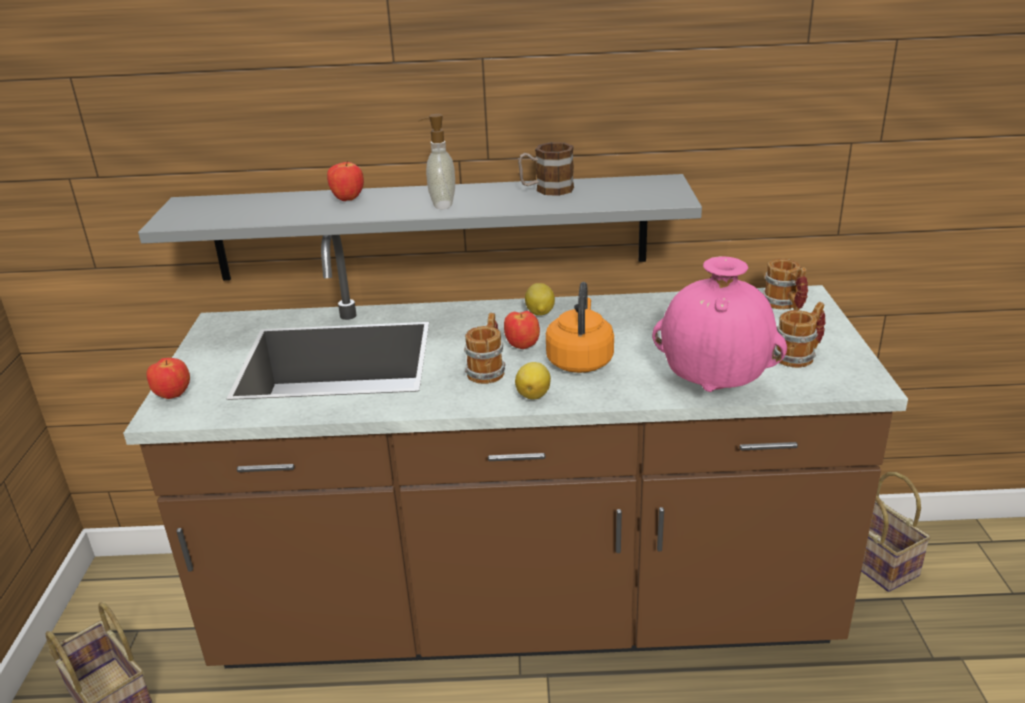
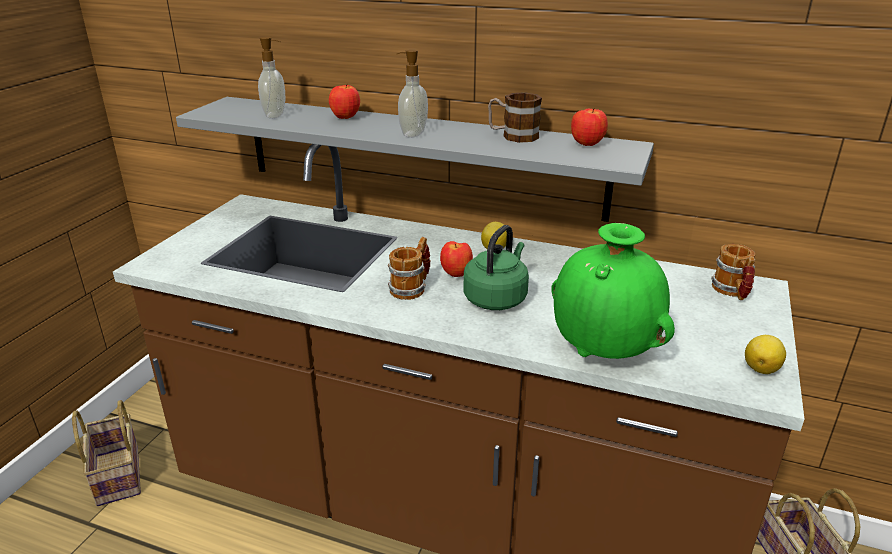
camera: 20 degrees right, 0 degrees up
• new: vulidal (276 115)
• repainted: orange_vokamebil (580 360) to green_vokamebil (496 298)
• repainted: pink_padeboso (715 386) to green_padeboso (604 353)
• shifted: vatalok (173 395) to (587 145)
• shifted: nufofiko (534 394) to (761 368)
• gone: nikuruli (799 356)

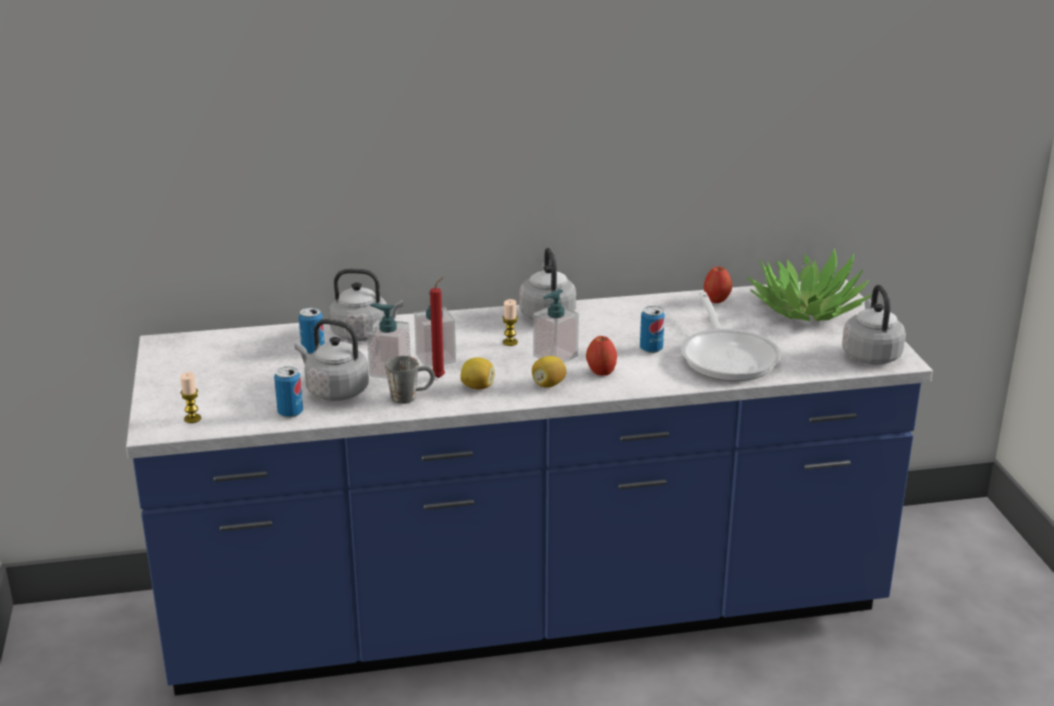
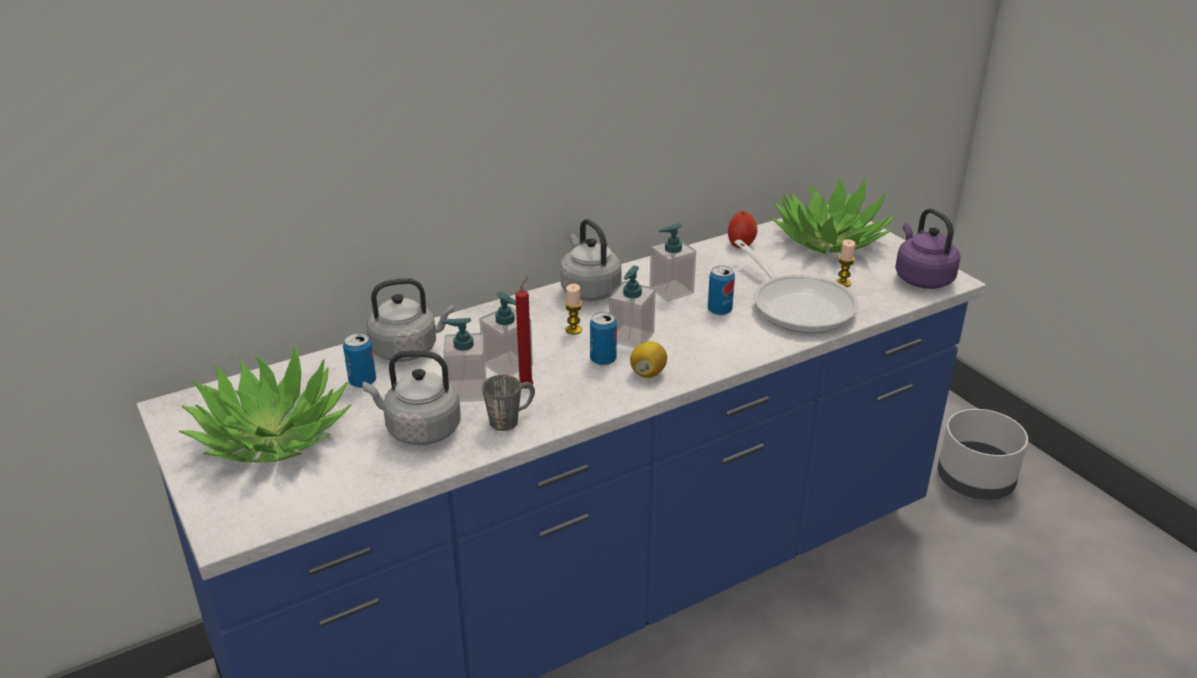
camera: 20 degrees left, 5 degrees up
• new: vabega (272 436)
• shifted: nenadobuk (290 413) to (603 359)
• new: vulidal (671 291)
• shifted: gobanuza (192 419) to (843 283)
• repainted: grey_vokamebil (870 354) to purple_vokamebil (921 278)
• new: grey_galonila (975 481)
• gone: nufofiko (477 387)
• gone: vatalok (601 372)

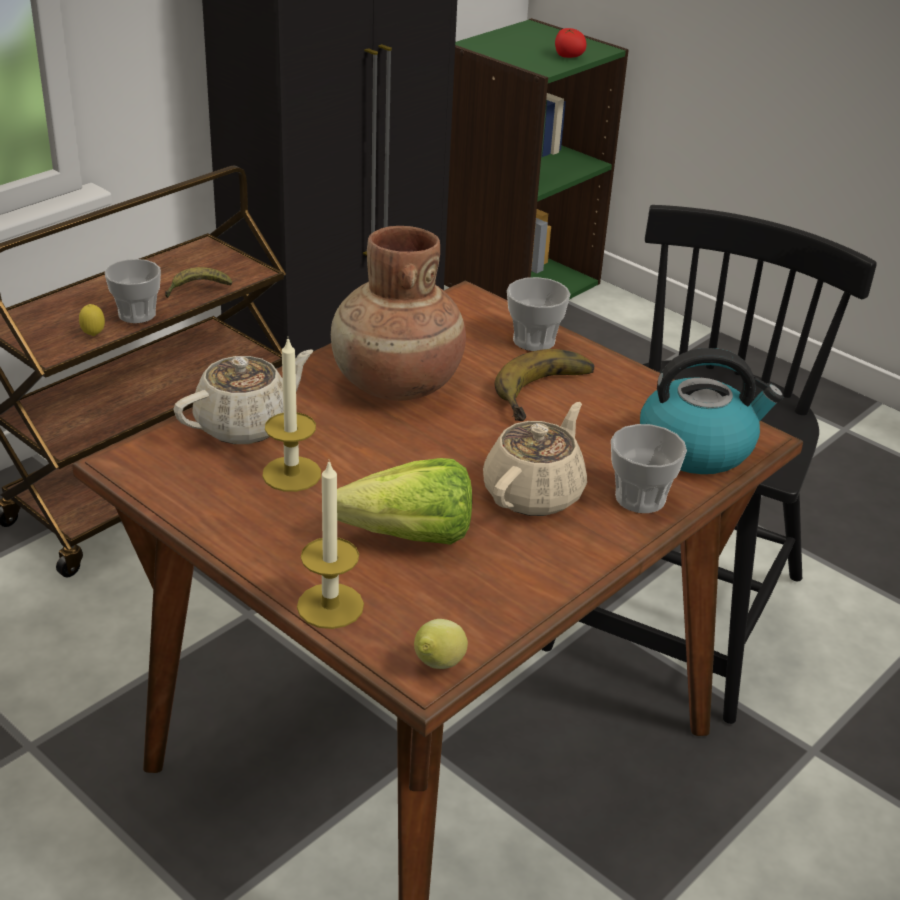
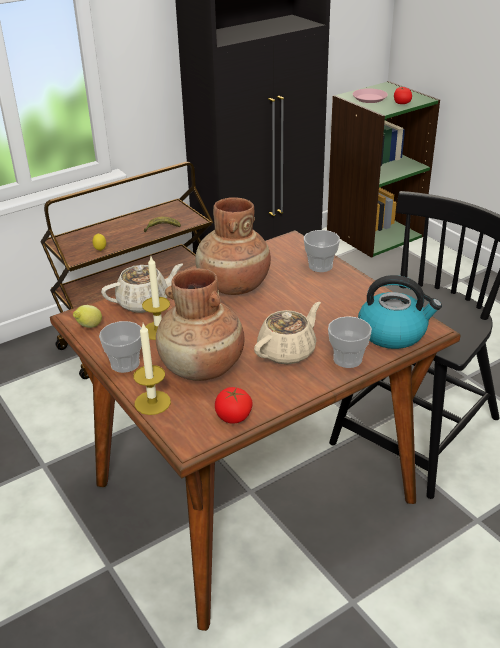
camera: 15 degrees right, 0 degrees up
• shifted: nufofiko (437 666) to (89 327)
• shifted: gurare (137 314) to (125 363)
• swapped: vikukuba (397 536) to brown_padeboso (202 368)
• new: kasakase (233 417)
• new: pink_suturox (369 98)
• gone: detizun (550 394)

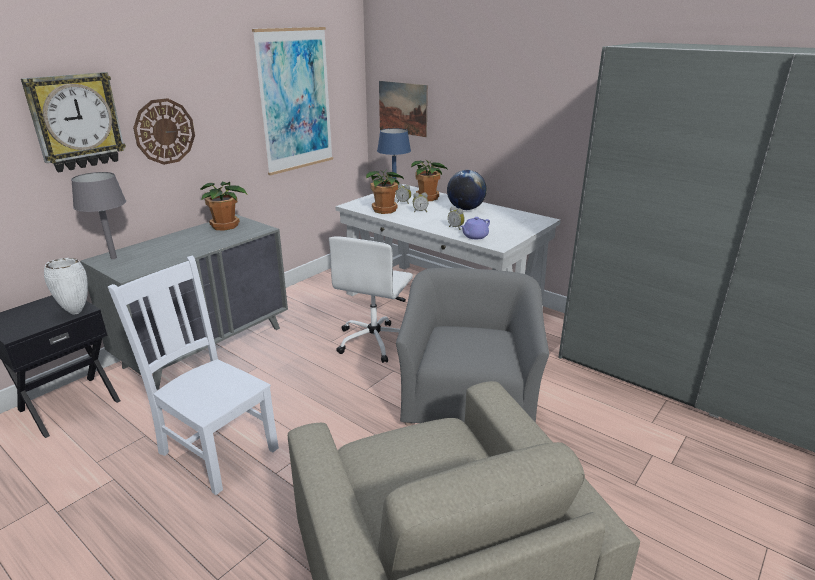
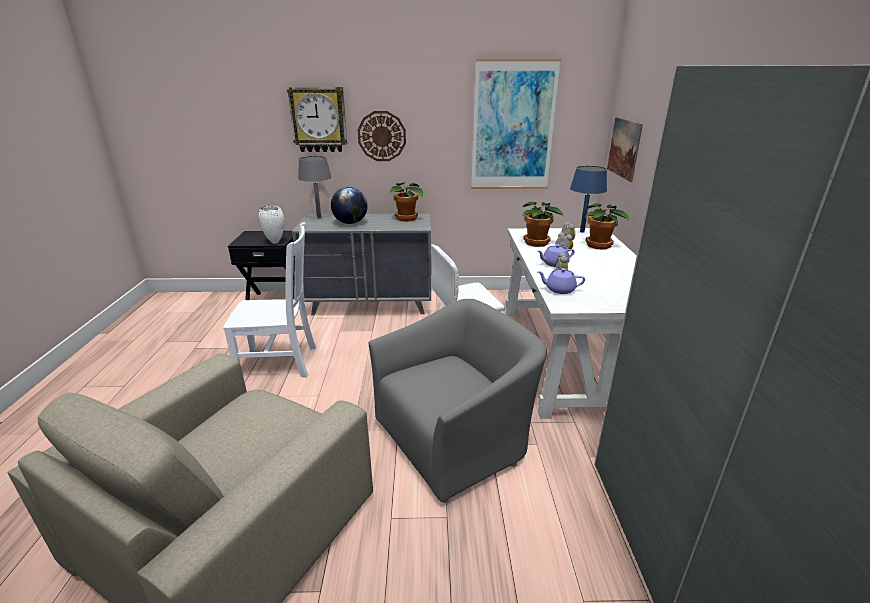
camera: 50 degrees right, 0 degrees up
• rotated: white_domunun (216 449) = (281 362) 90 degrees clockwise
• shifted: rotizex (465 209) to (350 223)
• new: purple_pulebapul (554 264)

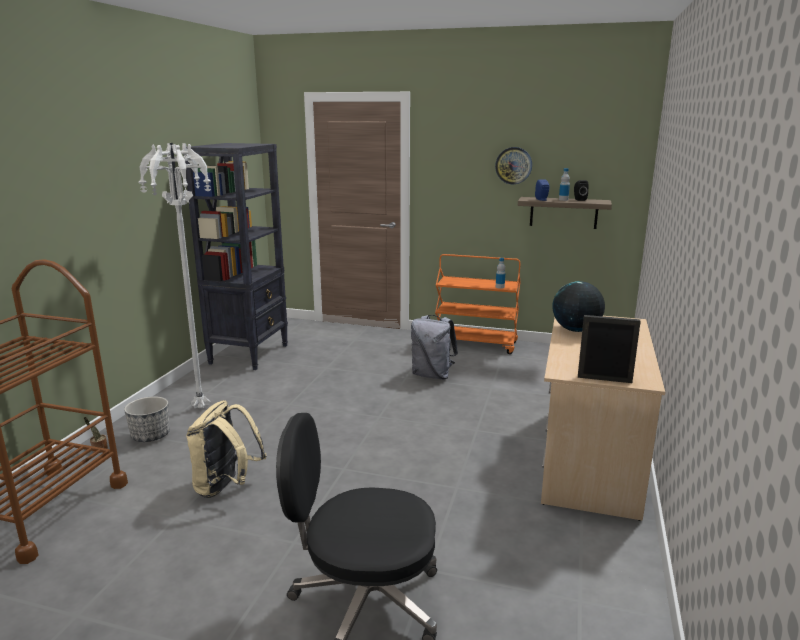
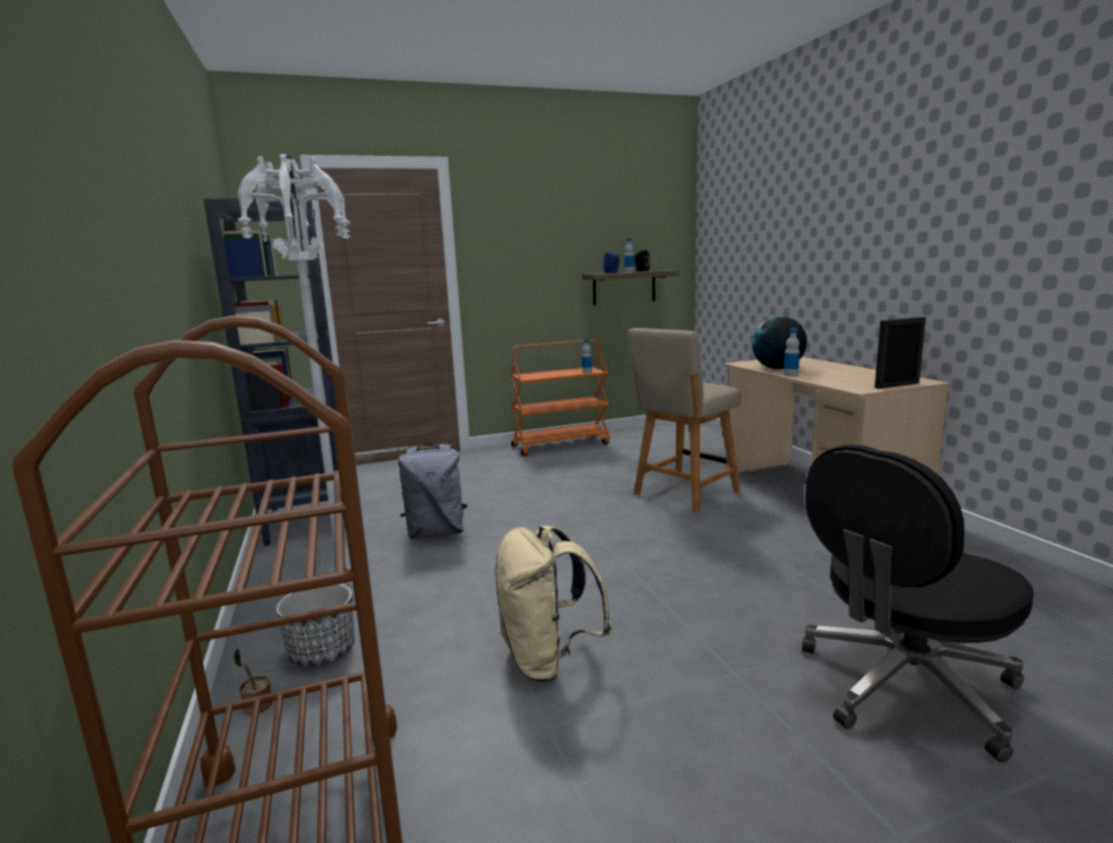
camera: 35 degrees left, 5 degrees down
• shifted: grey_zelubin (432 375) to (436 533)
• new: beige_domunun (683 493)
• new: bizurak (791 375)
• gone: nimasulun (513 165)

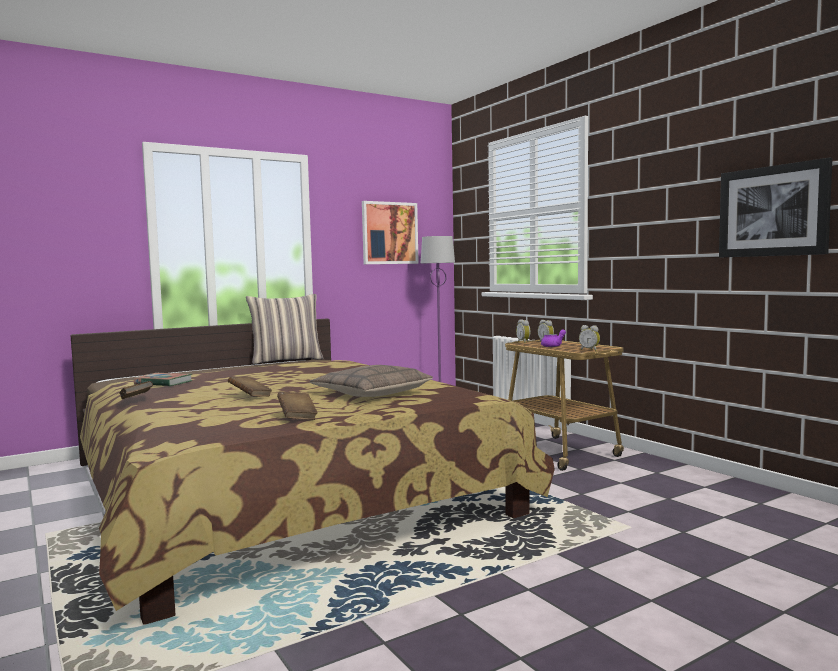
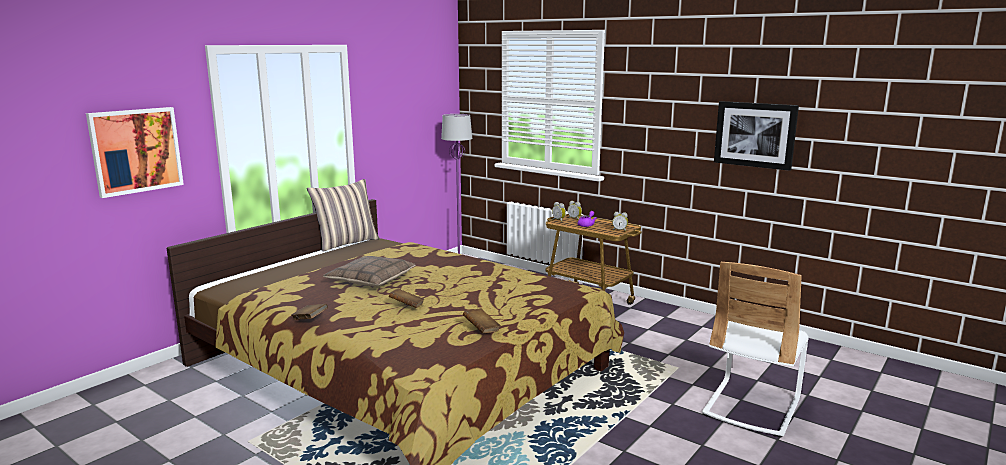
camera: 20 degrees left, 10 degrees up
• shifted: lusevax (389 233) to (136 150)
• shifted: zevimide (371 393) to (370 279)
• new: white_domunun (751 406)
• gone: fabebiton (163 383)

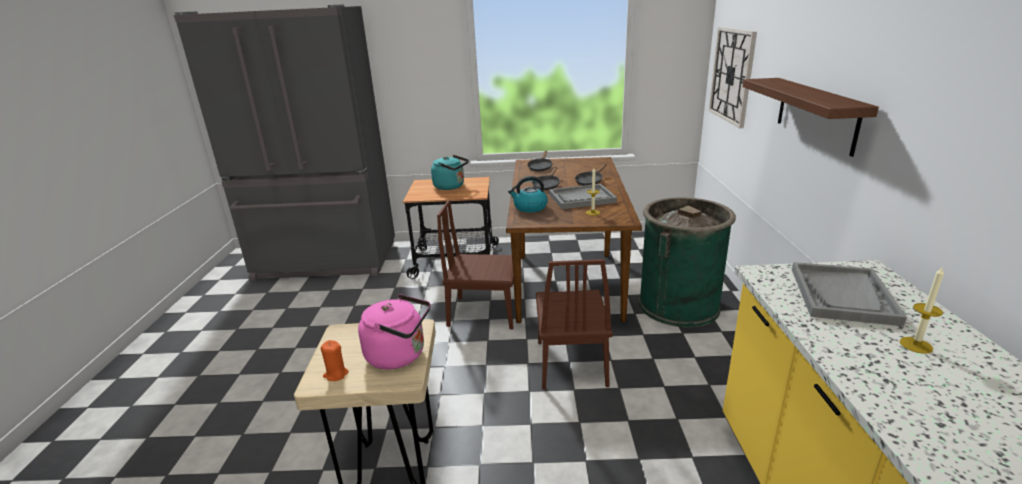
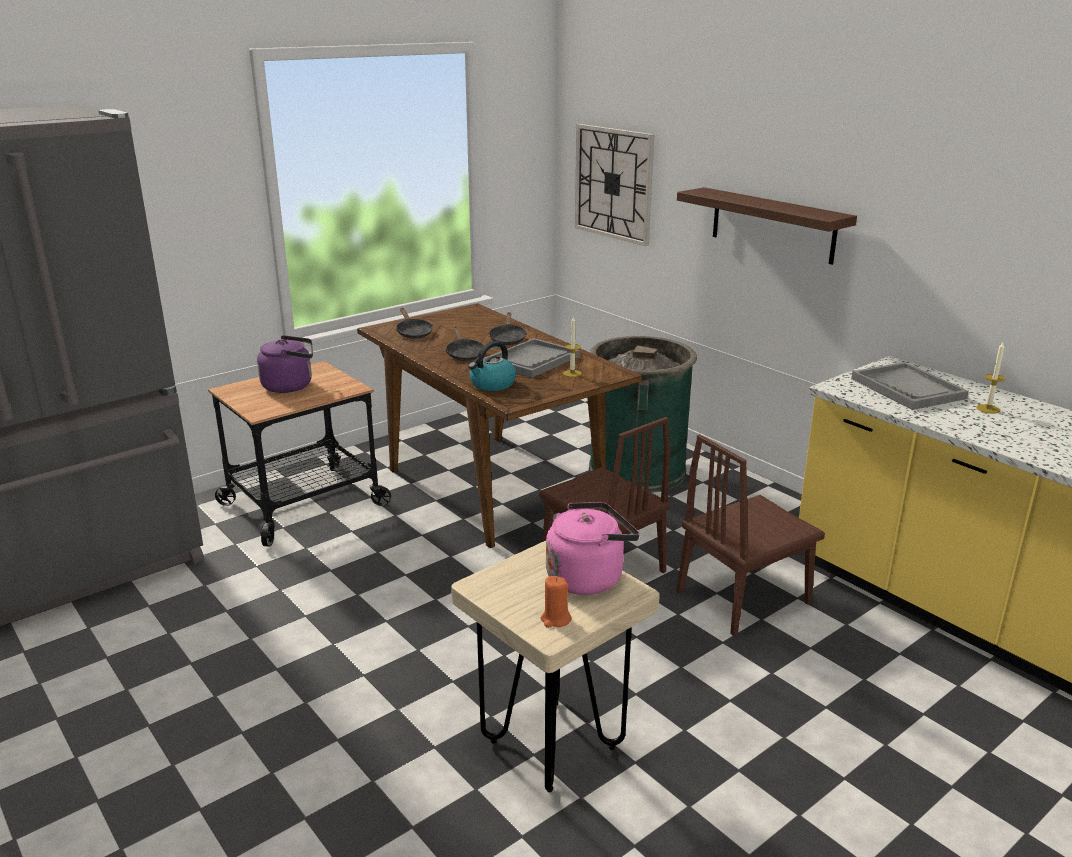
camera: 40 degrees left, 0 degrees up
• repainted: turquoise_vokamebil (451 186) to purple_vokamebil (291 386)
• shifted: brown_domunun (484 313) to (743 597)

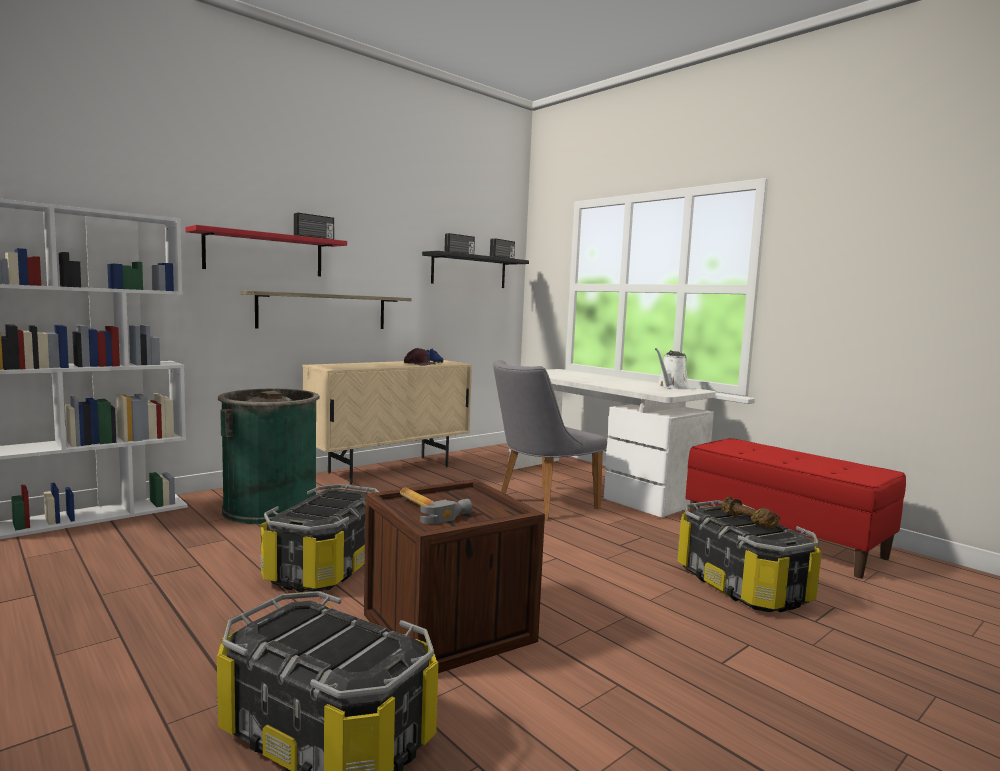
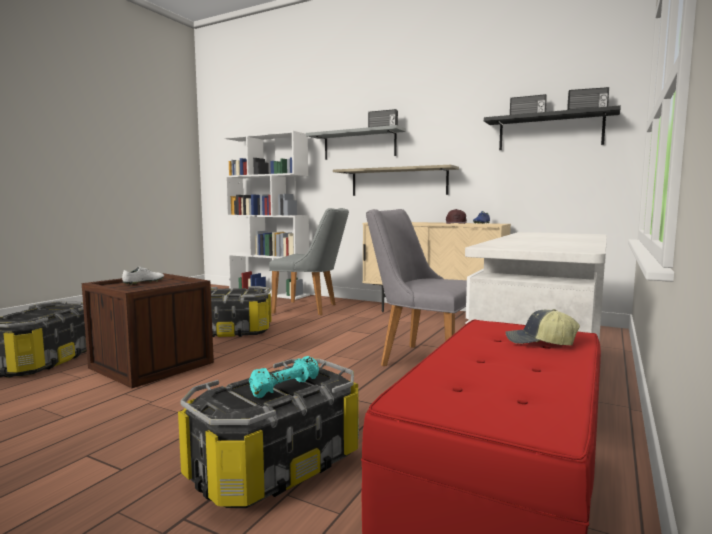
camera: 70 degrees right, 0 degrees up
• swapped: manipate (428 509) to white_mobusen (144 282)
• repainted: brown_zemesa (747 521) to turquoise_zemesa (284 387)
• swapped: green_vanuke (270 508) to grey_domunun (311 308)
• repainted: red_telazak (264 254) to grey_telazak (359 145)
• new: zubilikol (539 343)
• gone: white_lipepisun (671 387)

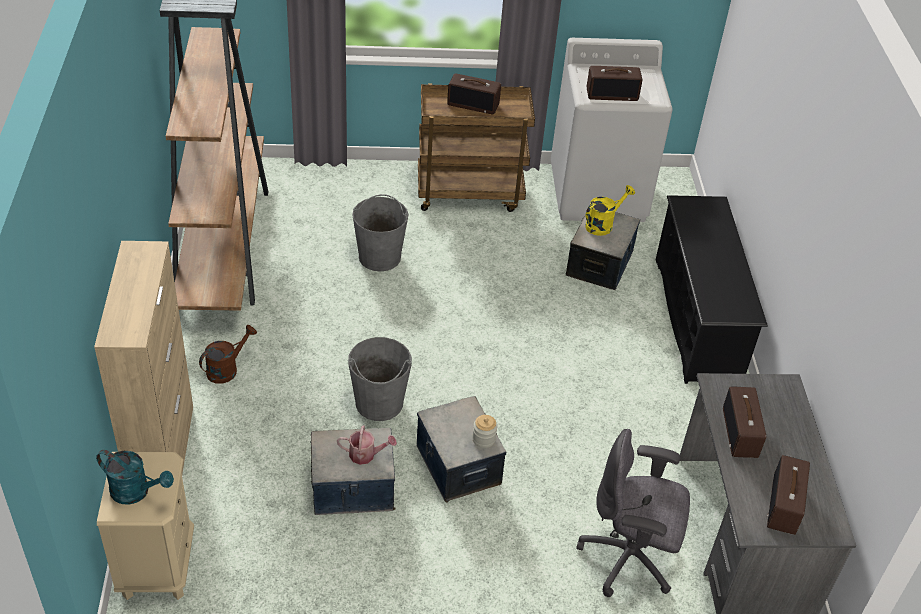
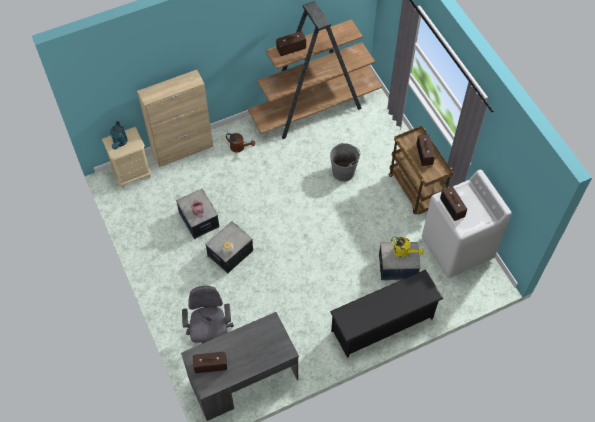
camera: 70 degrees right, 15 degrees up
• shifted: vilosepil (741 433) to (291 49)
• gone: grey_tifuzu (379 403)

